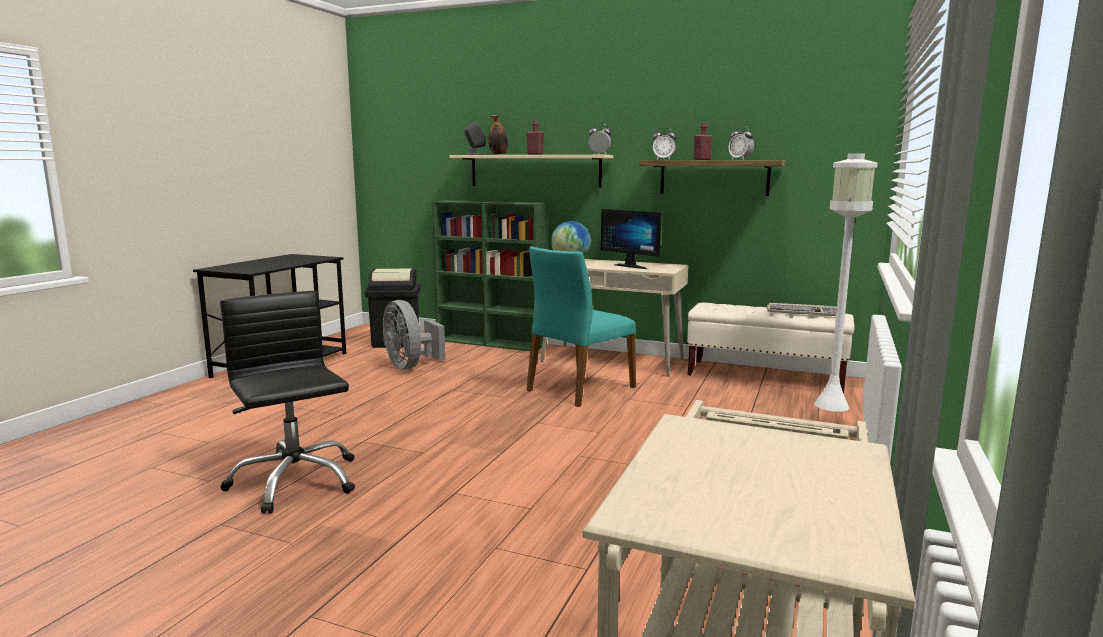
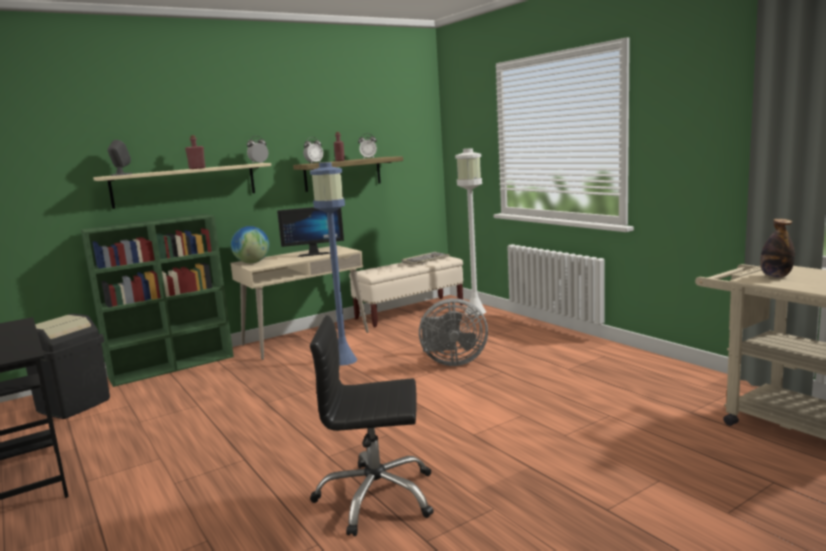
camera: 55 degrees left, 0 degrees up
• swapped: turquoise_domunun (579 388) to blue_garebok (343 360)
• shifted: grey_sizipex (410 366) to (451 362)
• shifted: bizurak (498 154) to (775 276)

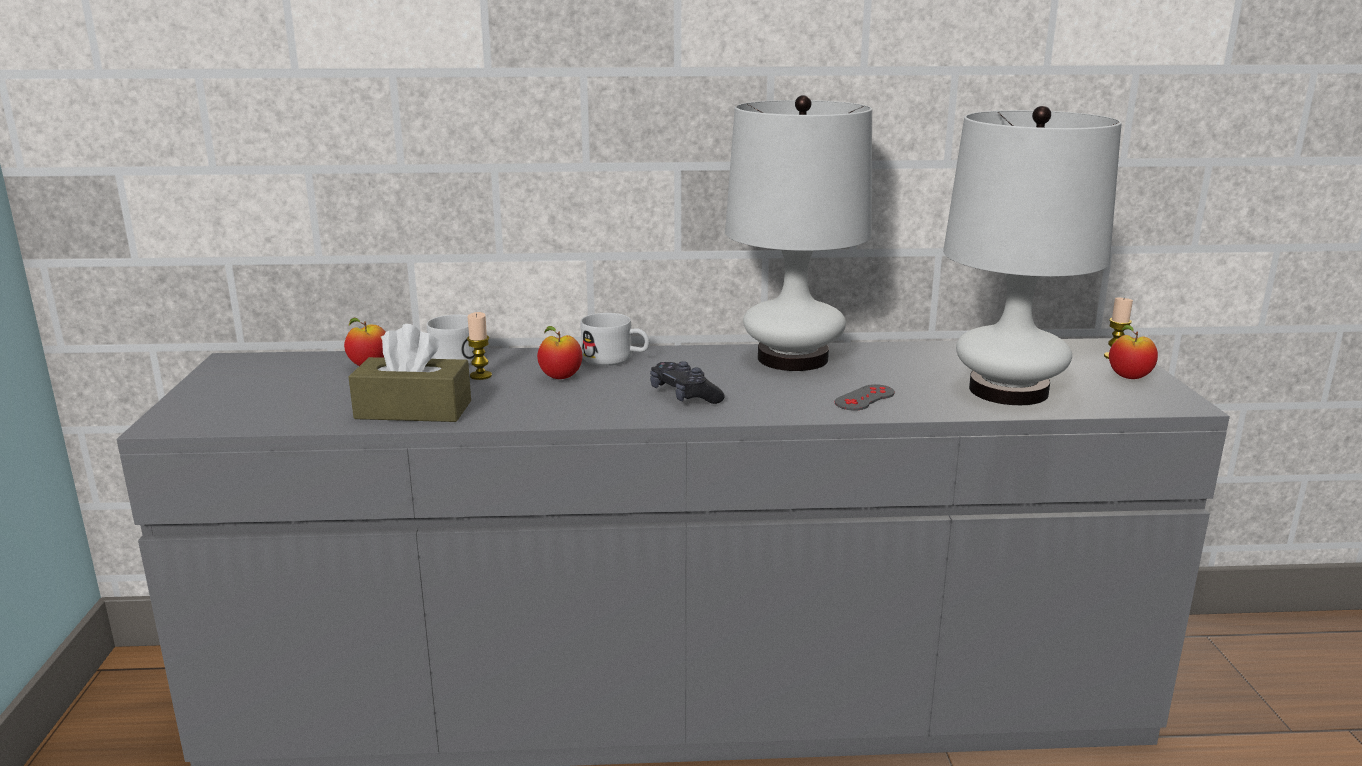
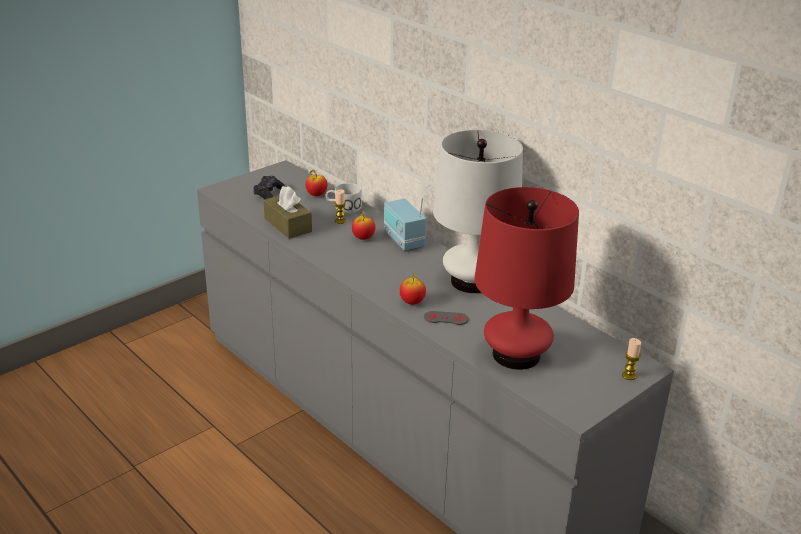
camera: 50 degrees right, 10 degrees up
• shifted: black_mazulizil (684 396) to (268 194)
• swapped: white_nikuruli (616 359) to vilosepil (403 240)
• shifted: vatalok (1129 377) to (412 302)
• repainted: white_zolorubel (1008 391) to red_zolorubel (516 355)

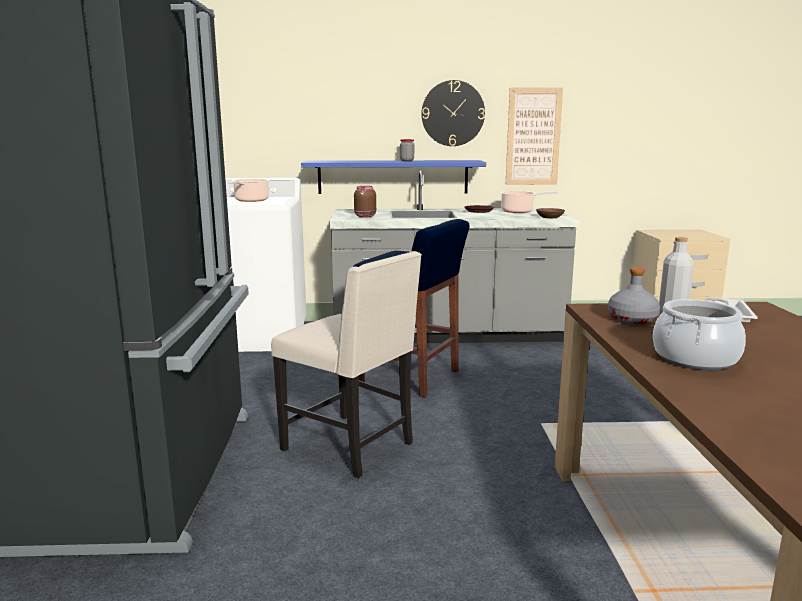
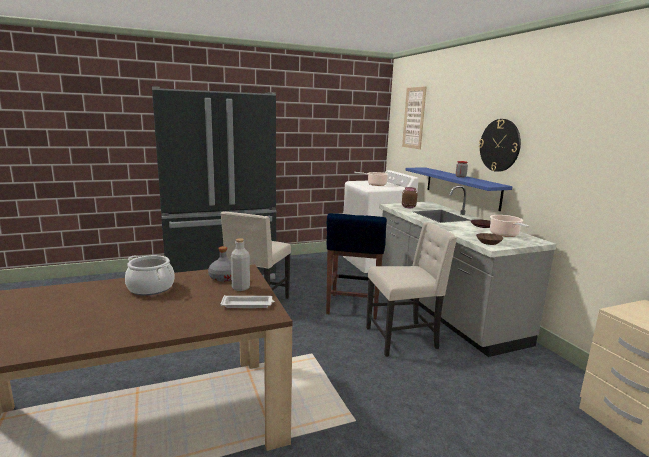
camera: 70 degrees right, 0 degrees up
• new: beige_domunun (403 339)
• shifted: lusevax (533 137) to (414 118)

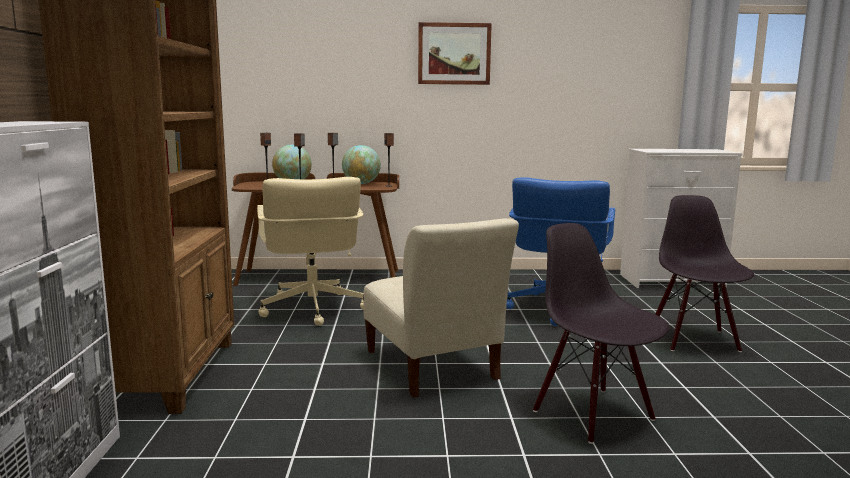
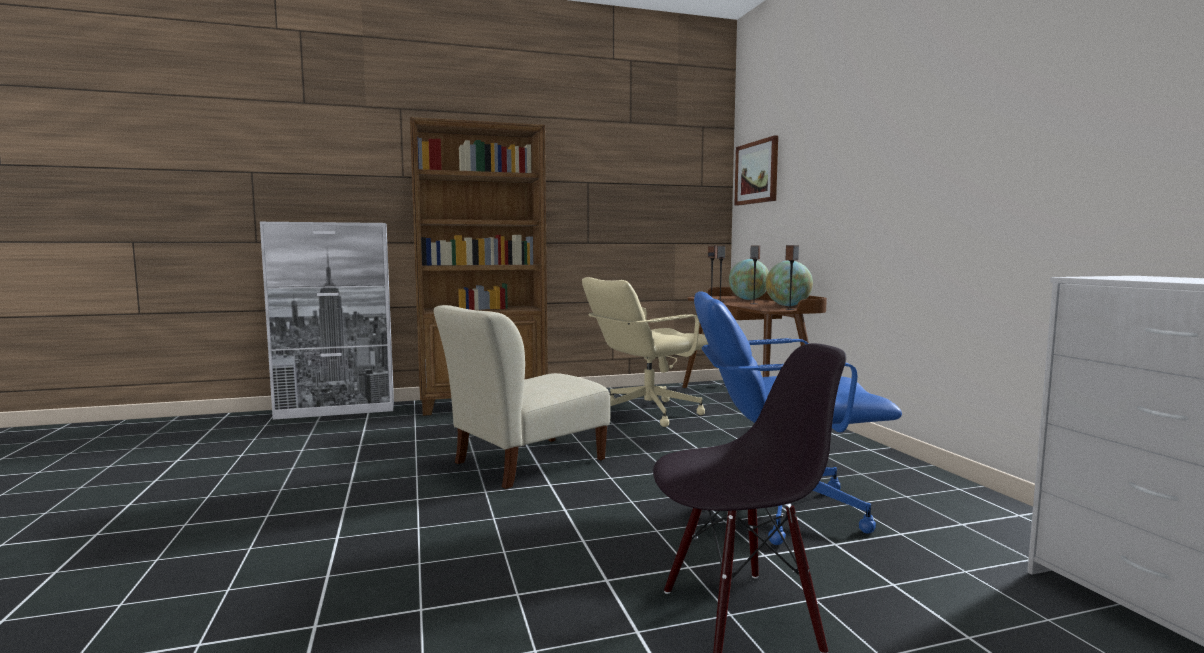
camera: 75 degrees right, 5 degrees down
• shifted: lusevax (454 54) to (757 172)
• gone: black_domunun (594 414)

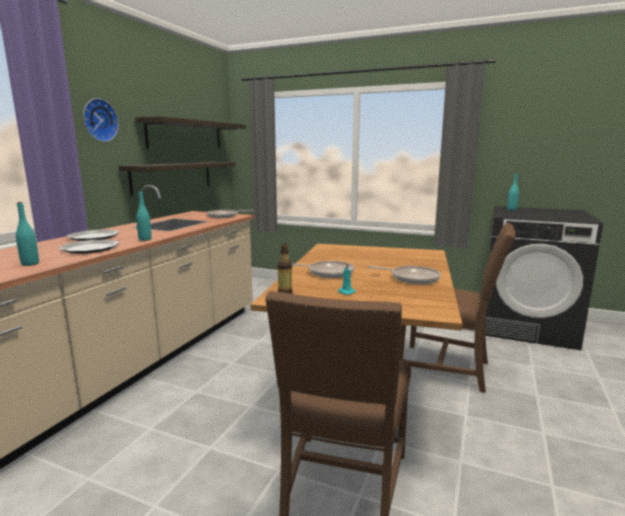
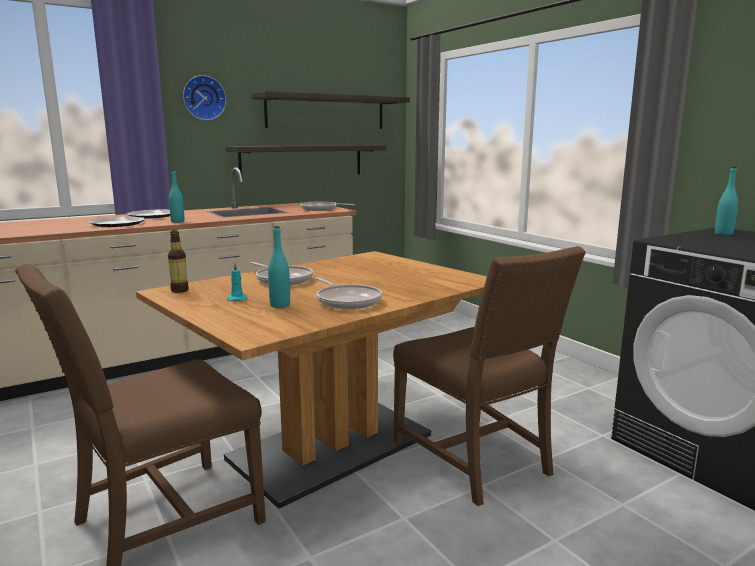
camera: 35 degrees right, 0 degrees up
• shifted: turquoise_bizurak (30 264) to (280 305)

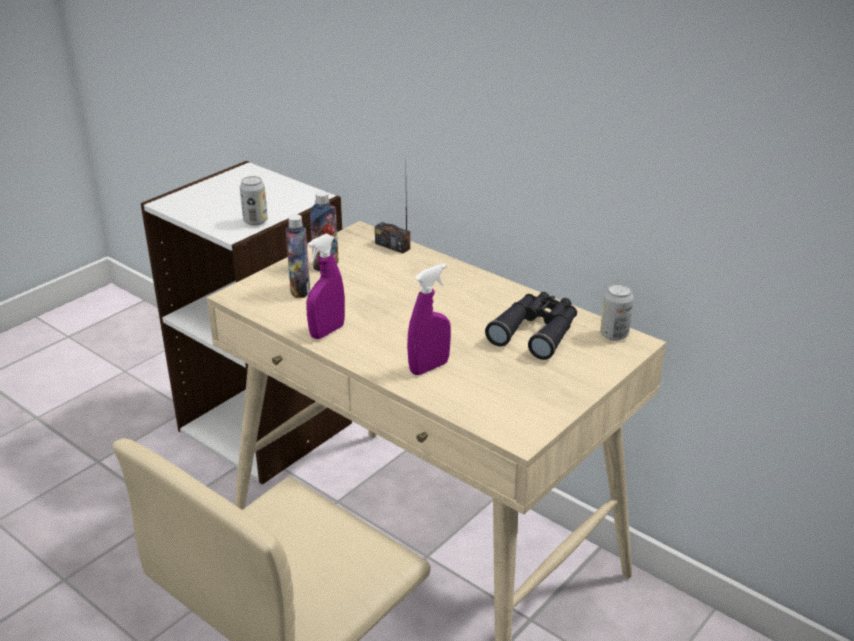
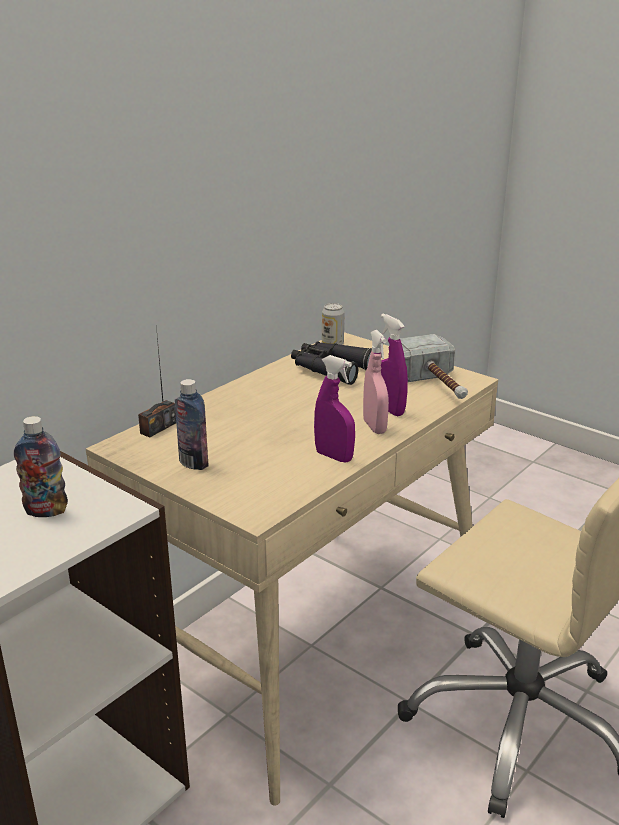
camera: 90 degrees left, 5 degrees down
• shifted: bizurak (300 290) to (46 511)
• new: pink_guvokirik (374 427)
• new: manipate (435 386)
• gone: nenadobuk (255 221)

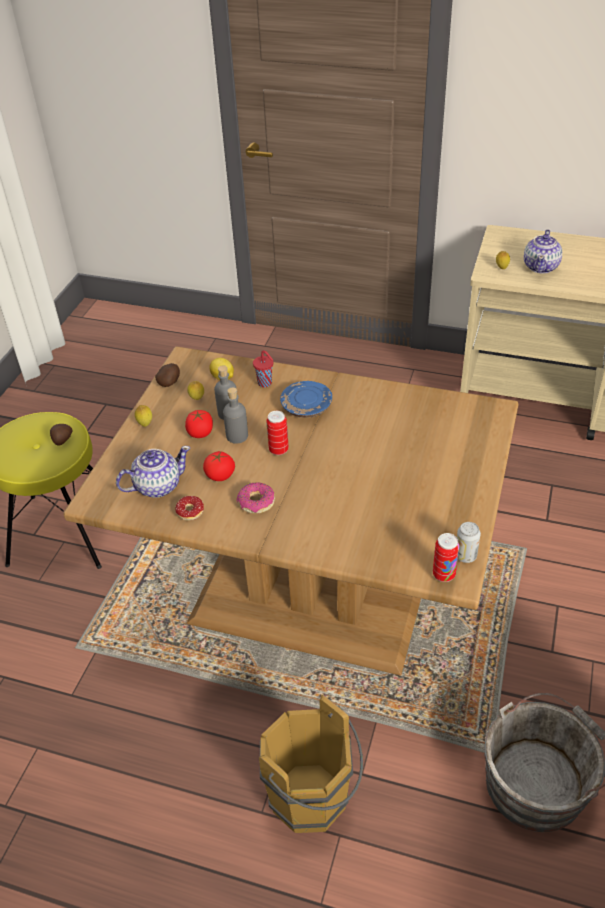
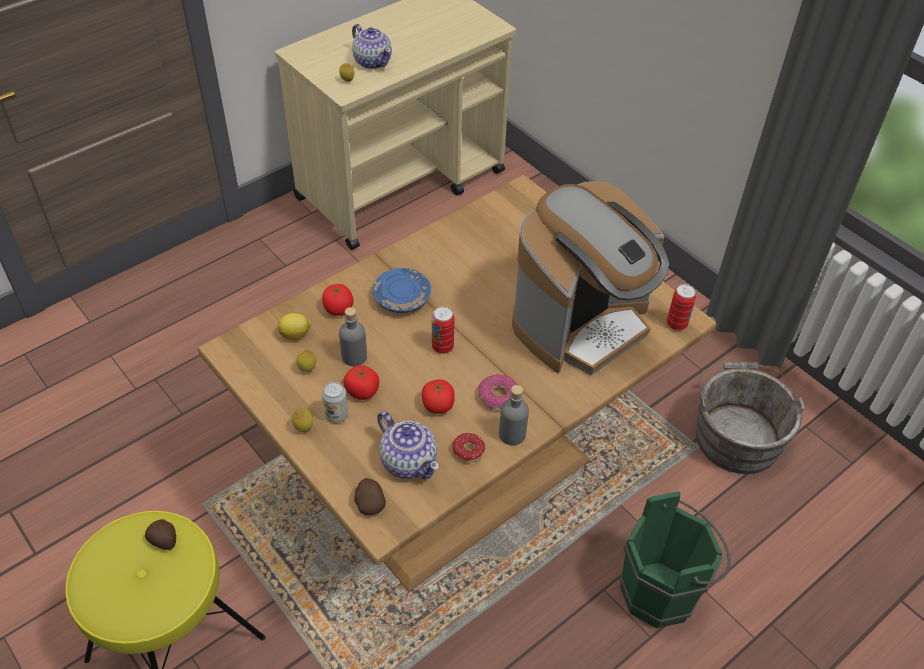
camera: 60 degrees left, 5 degrees up
• swapped: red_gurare (265 383) to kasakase (338 309)
• shifted: nenadobuk (465 555) to (336 415)
• shifted: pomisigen (170 382) to (369 503)
• rotated: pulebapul (157 486) = (408 461) 135 degrees clockwise
• shifted: grey_bizurak (237 436) to (512 434)
• new: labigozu (582 324)
• repainted: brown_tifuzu (313 801) to green_tifuzu (664 592)

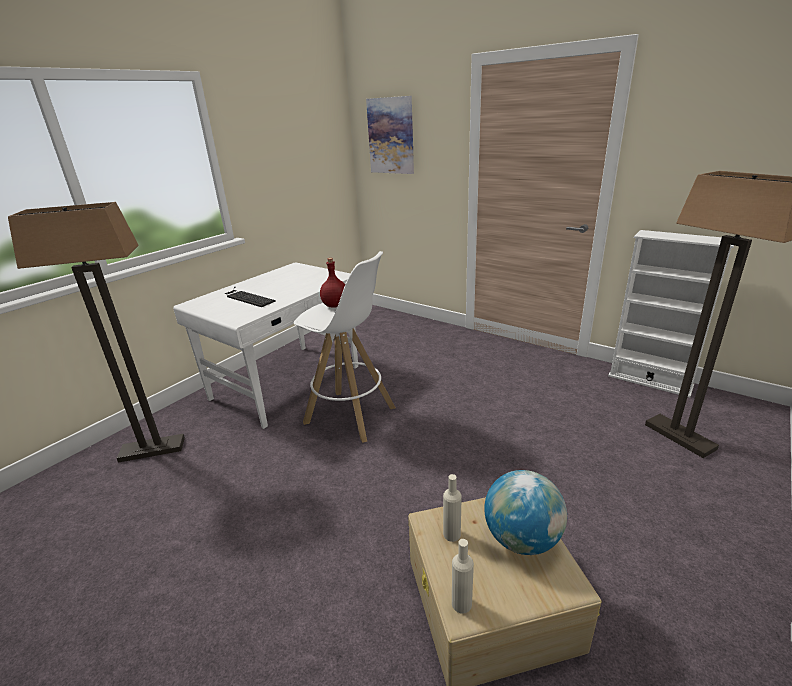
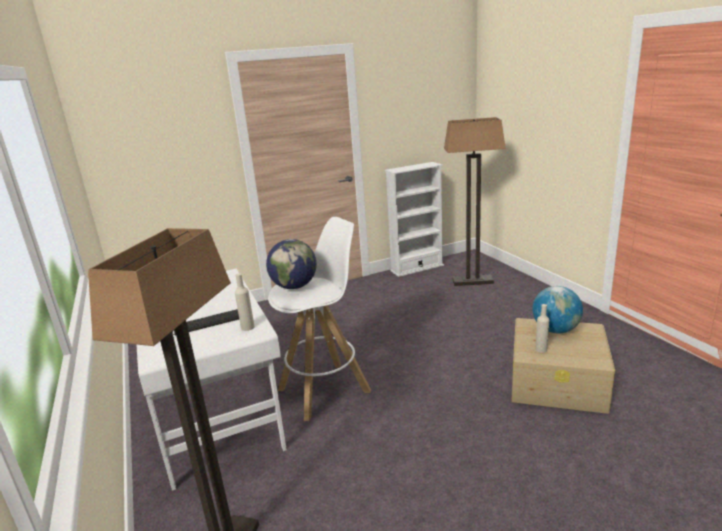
camera: 60 degrees left, 5 degrees down
• shifted: beige_bizurak (461 603) to (247 327)
• swapped: red_bizurak (335 305) to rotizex (294 286)
• gone: lusevax (391 136)

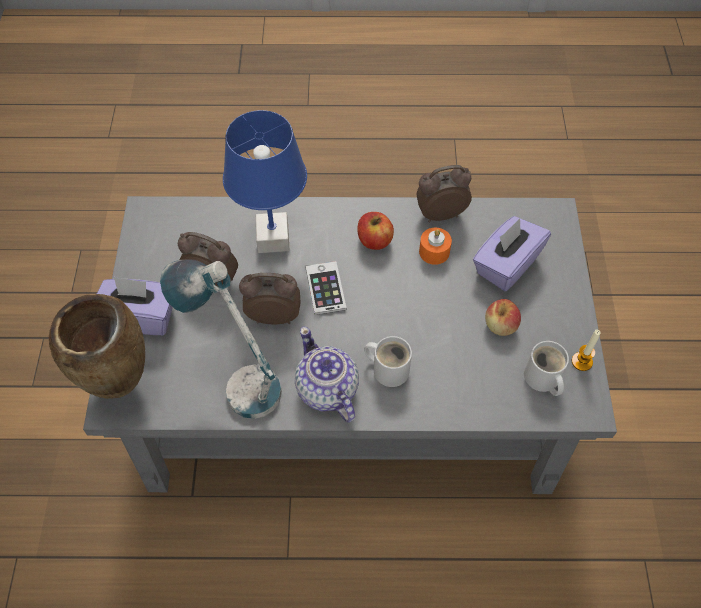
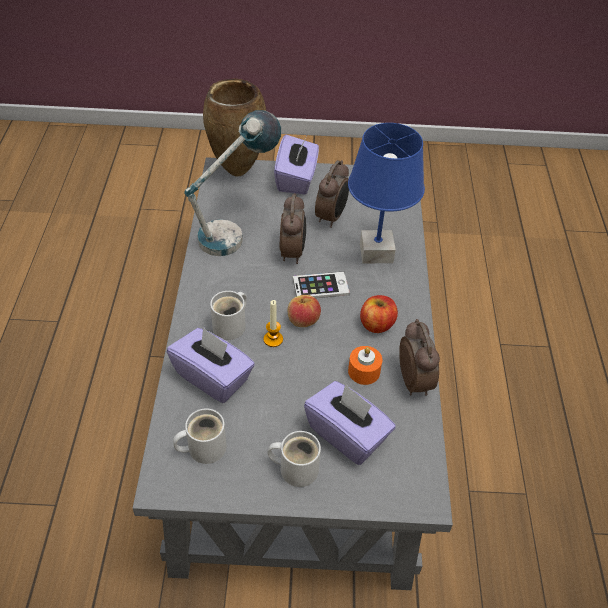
camera: 90 degrees right, 10 degrees down
• new: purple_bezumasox (213 377)
• shifted: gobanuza (581 361) to (273 339)
• new: white_nikuruli (295 467)
• shifted: vatalok (500 325) to (303 320)
• gone: pulebapul (327 390)

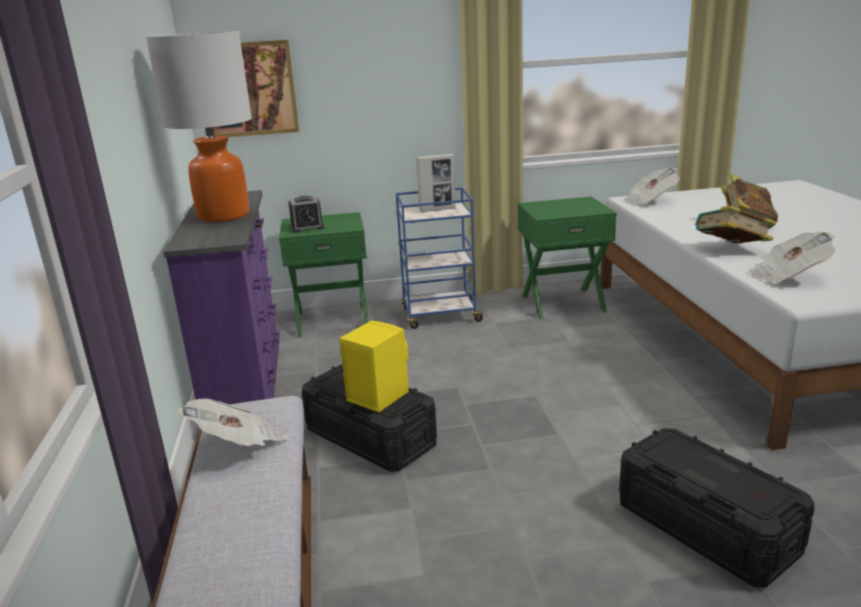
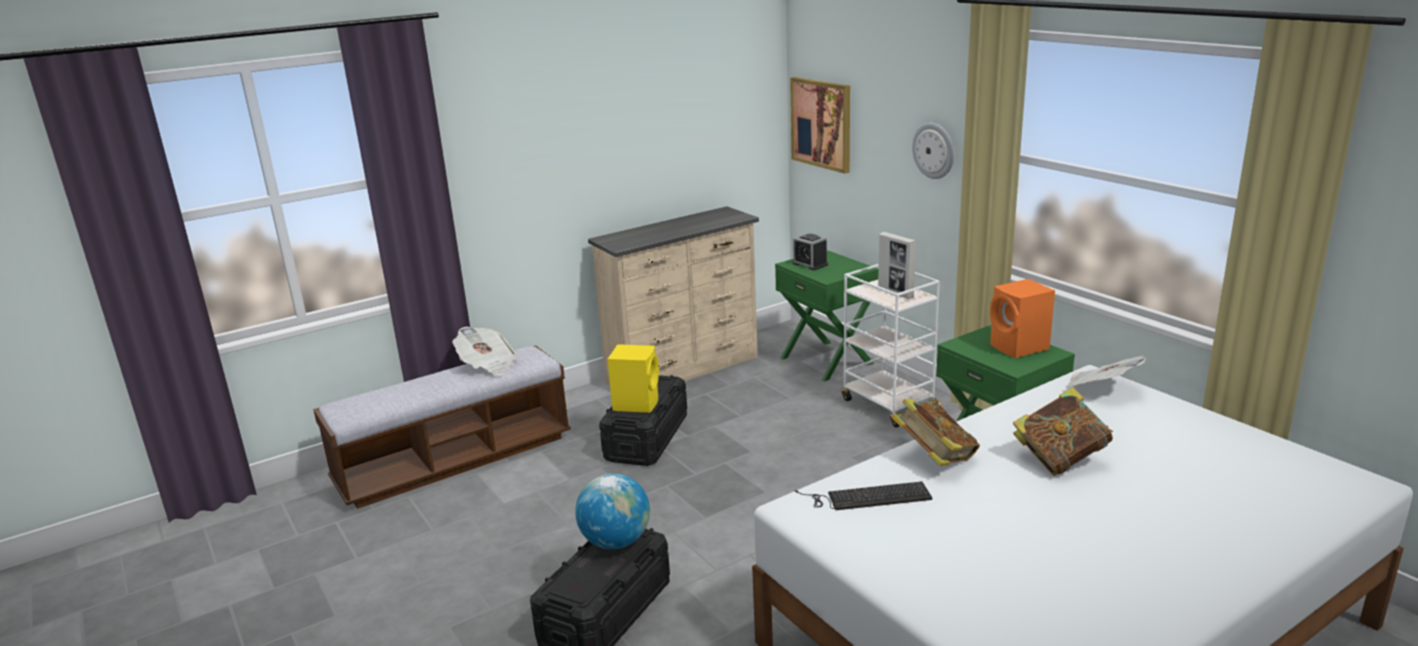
camera: 65 degrees right, 0 degrees up
• new: rotizex (615 542)
• repainted: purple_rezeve (249 387) to beige_rezeve (685 370)
• swapped: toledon (787 276) to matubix (866 497)
• repainted: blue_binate (440 315) to white_binate (888 404)
• new: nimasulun (934 150)
• new: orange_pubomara (1020 348)
• gone: zolorubel (224 215)

